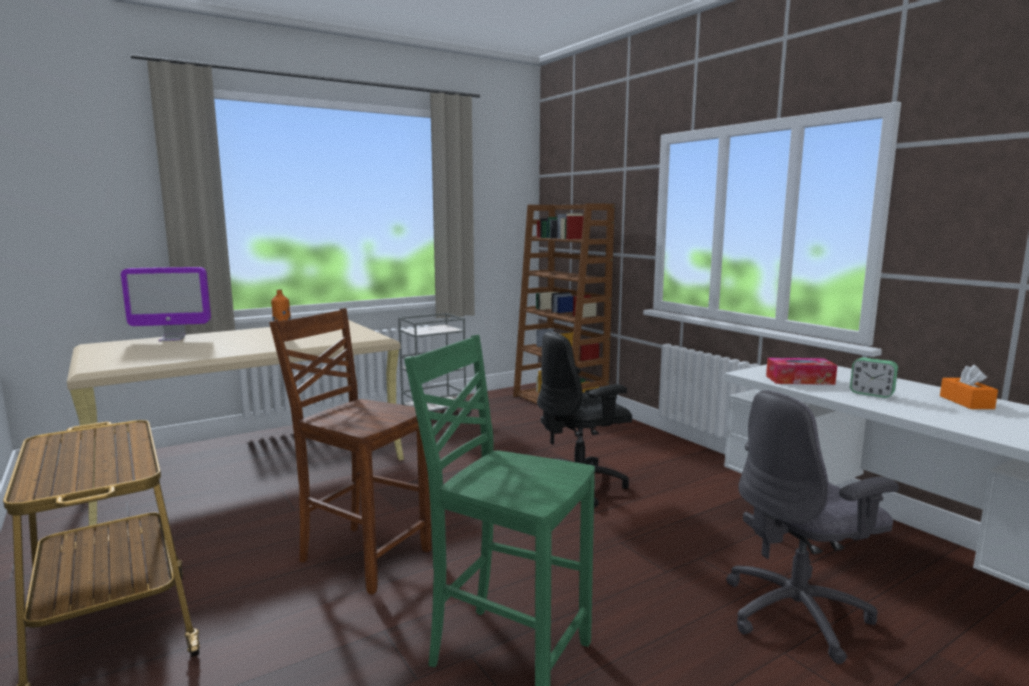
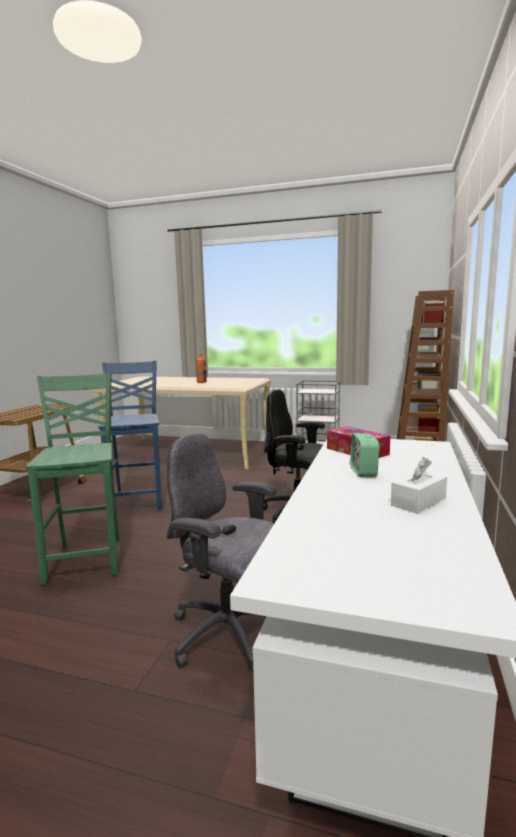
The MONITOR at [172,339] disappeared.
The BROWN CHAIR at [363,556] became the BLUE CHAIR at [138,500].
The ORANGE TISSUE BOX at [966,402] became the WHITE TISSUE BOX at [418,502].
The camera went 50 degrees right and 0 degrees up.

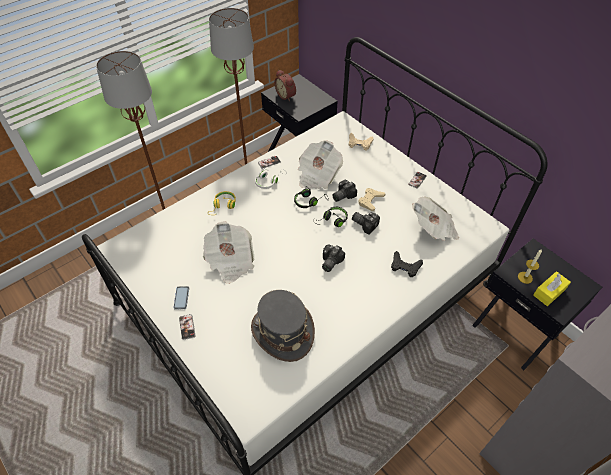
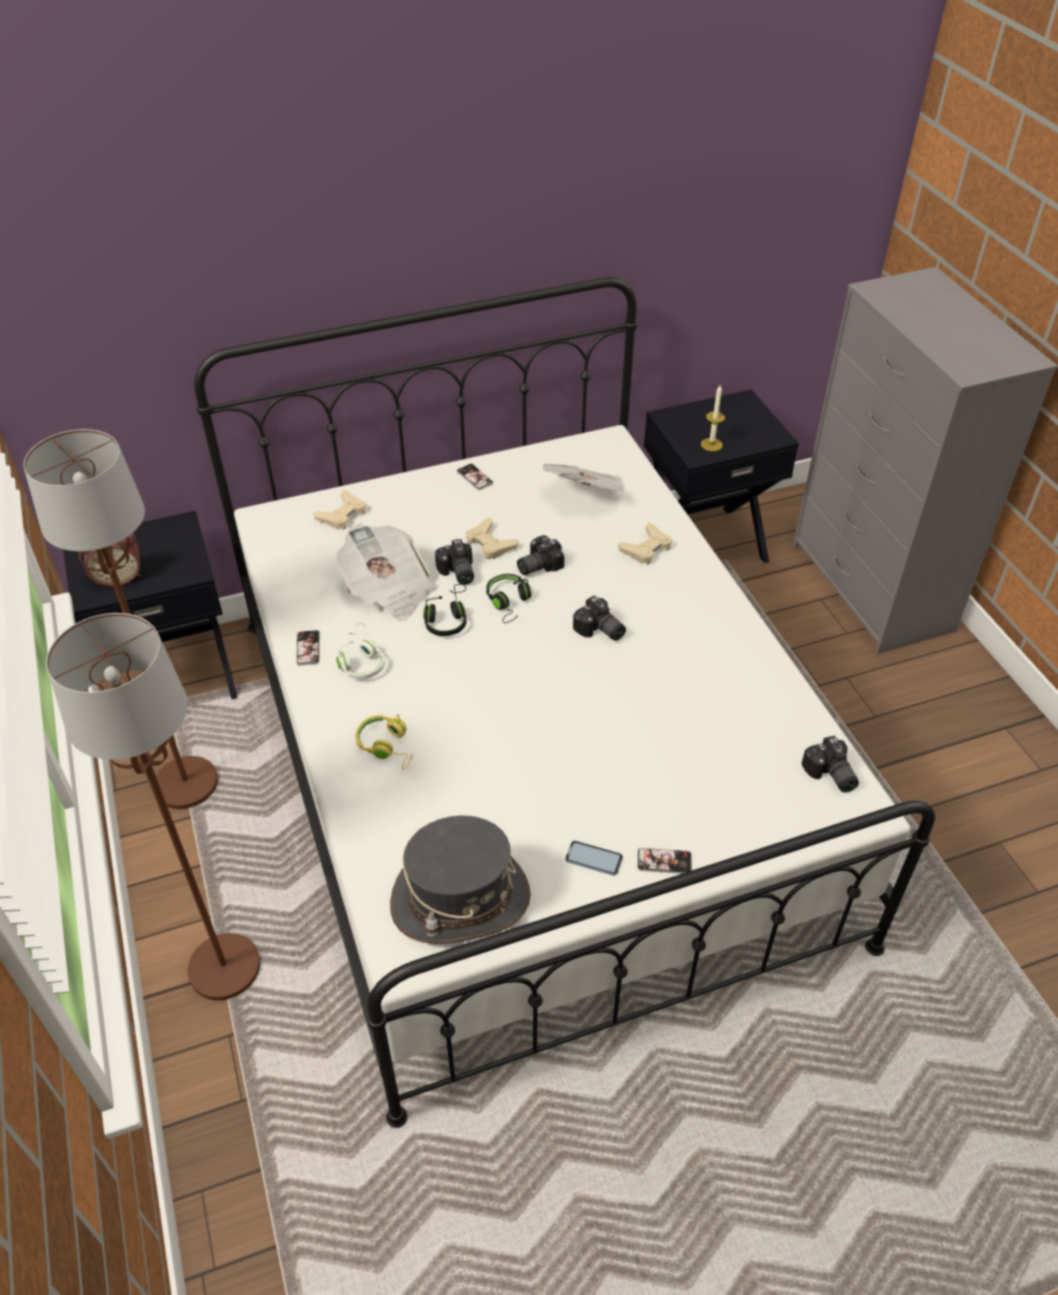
The NEWSPAPER at [230,261] disappeared.
The YELLOW TISSUE BOX at [549,292] disappeared.
The PHOTO CAMERA at [829,775] appeared.
The GREY HAT moved from [282,332] to [460,900].
The BLACK GAME CONTROLLER at [405,266] became the BEIGE GAME CONTROLLER at [646,548].
The camera went 70 degrees left and 5 degrees down.

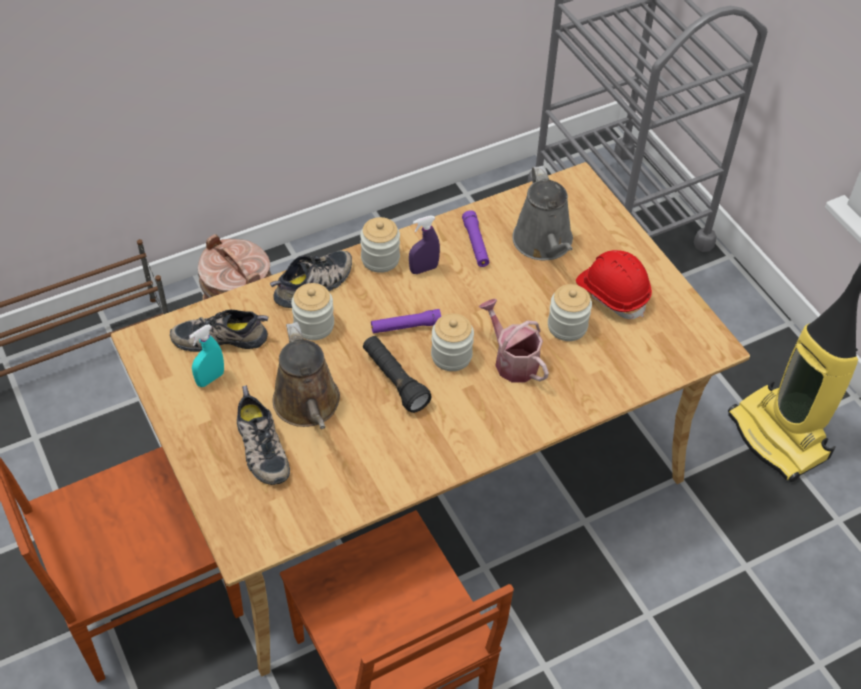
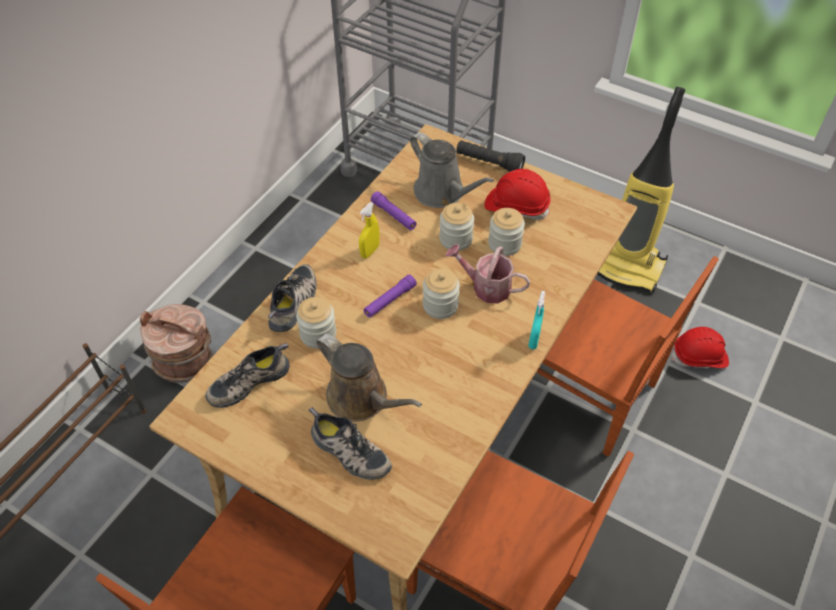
The BROWN CHAIR at [584,392] appeared.
The RED HARD HAT at [699,357] appeared.
The TURQUOISE SPRAY BOTTLE moved from [210,379] to [534,340].
The JAR moved from [380,259] to [455,239].
The BLACK FLASHLIGHT moved from [394,380] to [489,164].
The PURPLE SPRAY BOTTLE at [423,269] became the YELLOW SPRAY BOTTLE at [370,251].
The camera went 30 degrees left and 0 degrees up.

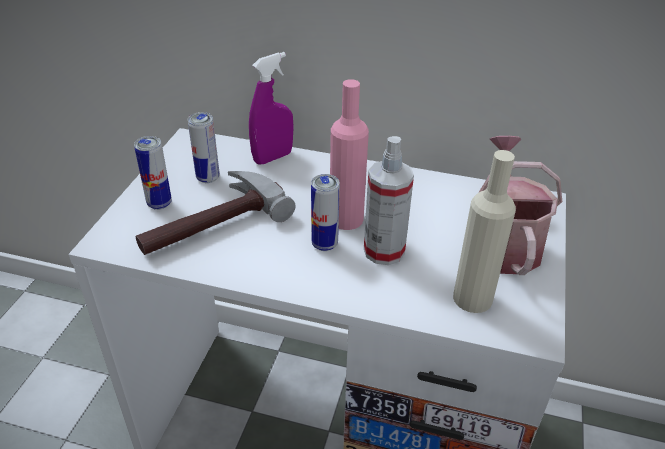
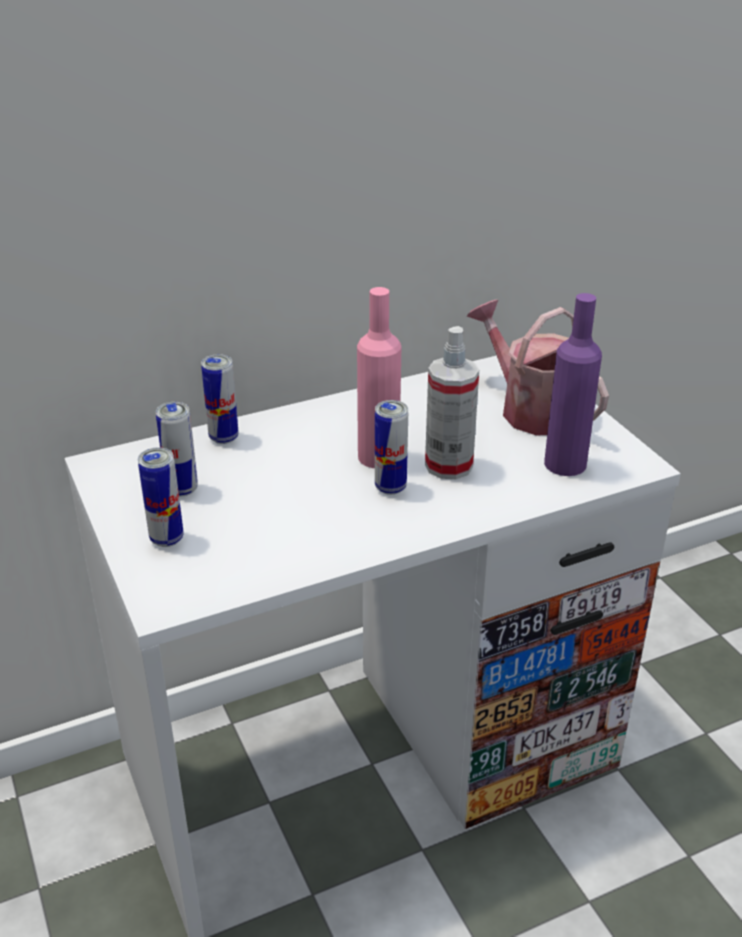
The HAMMER at [211,223] disappeared.
The PURPLE SPRAY BOTTLE at [273,157] was replaced by the CAN at [223,437].
The BEIGE BOTTLE at [472,298] became the PURPLE BOTTLE at [565,464].
The camera went 40 degrees left and 5 degrees down.

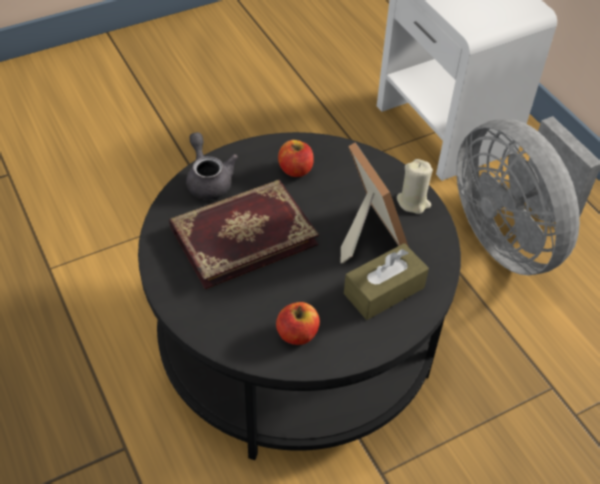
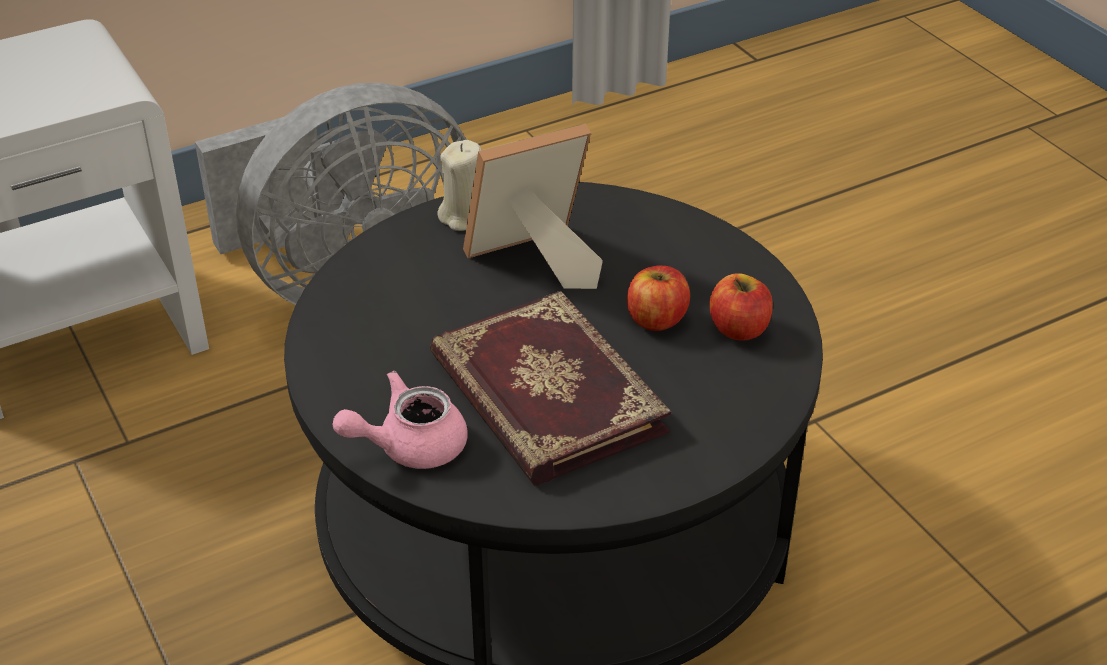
The BROWN TISSUE BOX at [384,290] disappeared.
The APPLE moved from [295,170] to [656,319].
The GREY TEAPOT at [208,180] became the PINK TEAPOT at [409,446].
The camera went 90 degrees left and 10 degrees down.

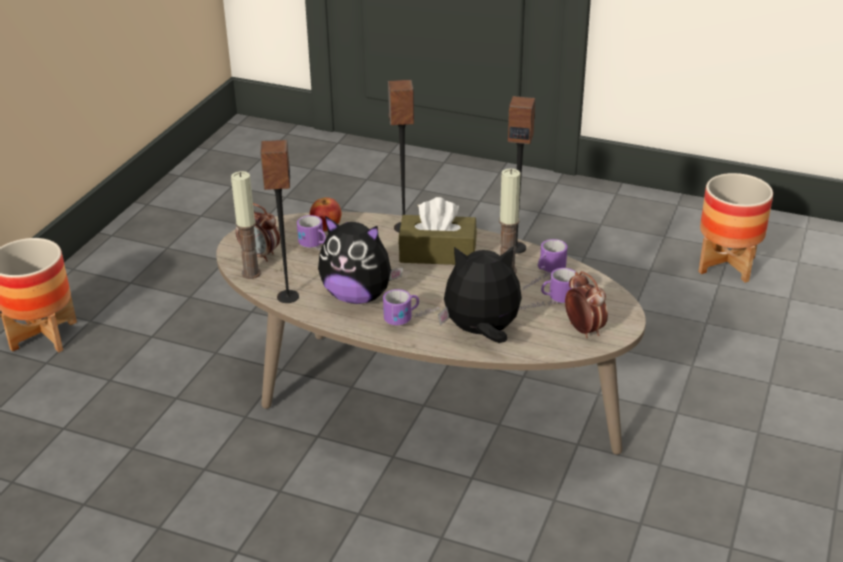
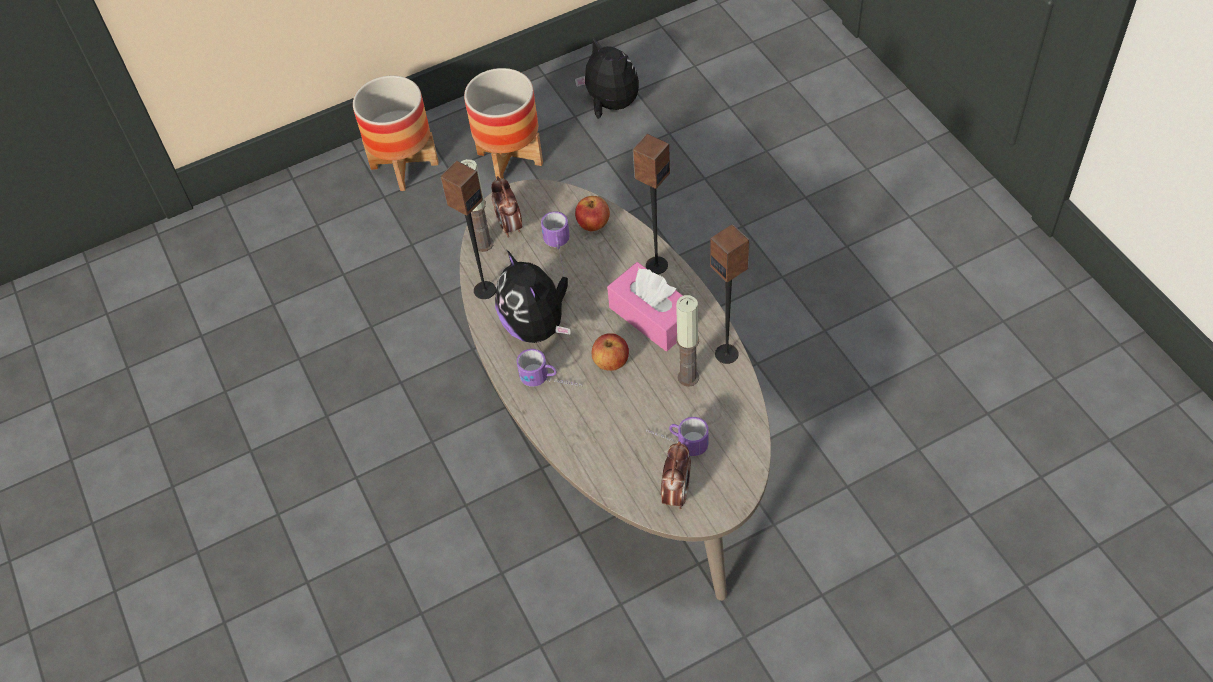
The MUG at [541,279] disappeared.
The APPLE at [611,362] appeared.
The PLUSH TOY moved from [481,332] to [610,105].
The PLANTER moved from [726,265] to [510,159].
The BROWN TISSUE BOX at [437,253] became the PINK TISSUE BOX at [652,316].
The camera went 45 degrees right and 20 degrees up.

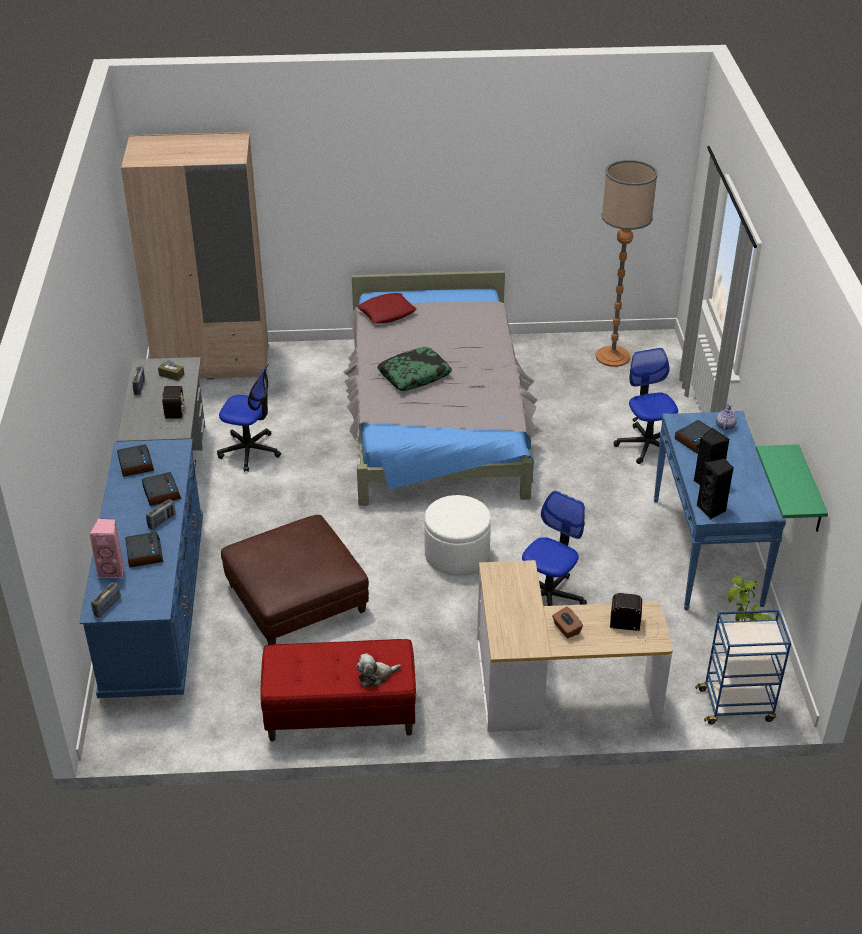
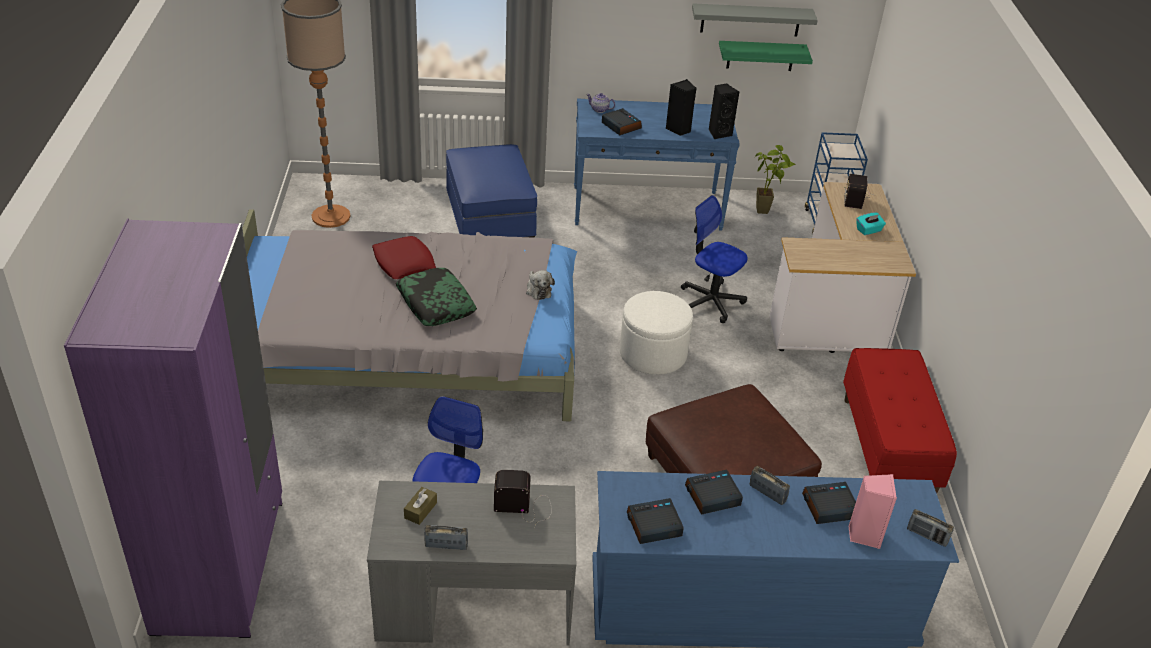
The GREY SHELF at [750,20] appeared.
The PLUSH TOY moved from [376,676] to [538,290].
The RED PILLOW moved from [387,313] to [403,263].
The OFFICE CHAIR at [646,445] was replaced by the BLUE OTTOMAN at [490,217].
The BEIGE WARDROBE at [212,362] became the PURPLE WARDROBE at [220,565].
The BROWN TISSUE BOX at [566,629] became the TURQUOISE TISSUE BOX at [868,230].
The camera went 90 degrees left and 0 degrees up.

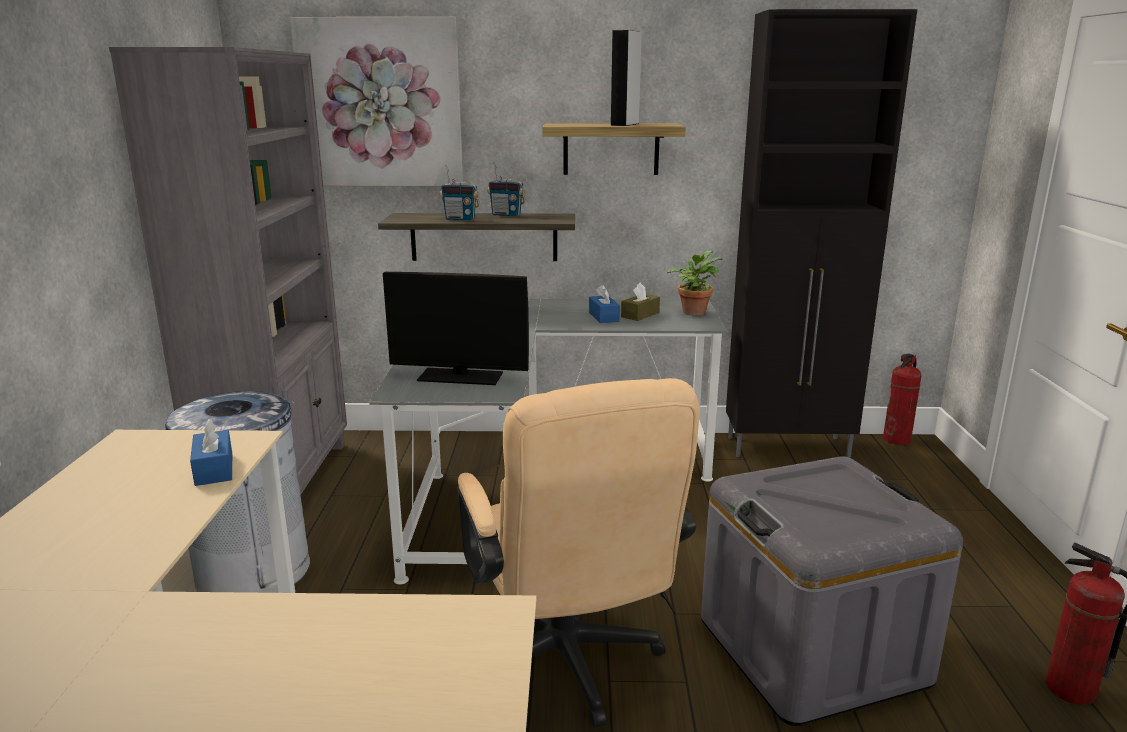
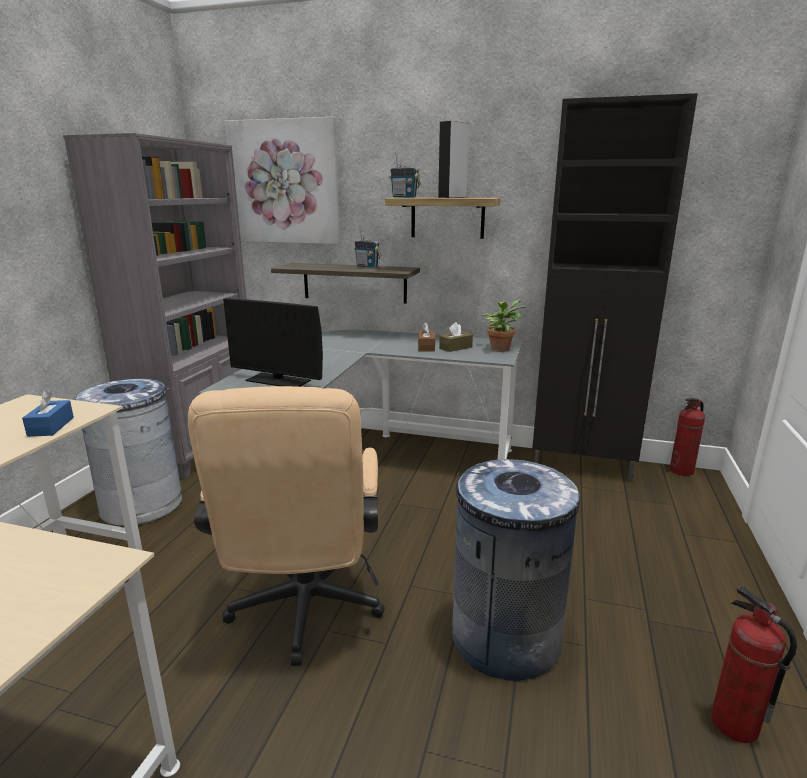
The RADIO moved from [460,219] to [404,197].
The GREY STORAGE BOX at [811,651] was replaced by the GREY TRASH CAN at [505,638].
The BLUE TISSUE BOX at [603,317] became the BROWN TISSUE BOX at [426,347].
The camera went 15 degrees right and 0 degrees up.

